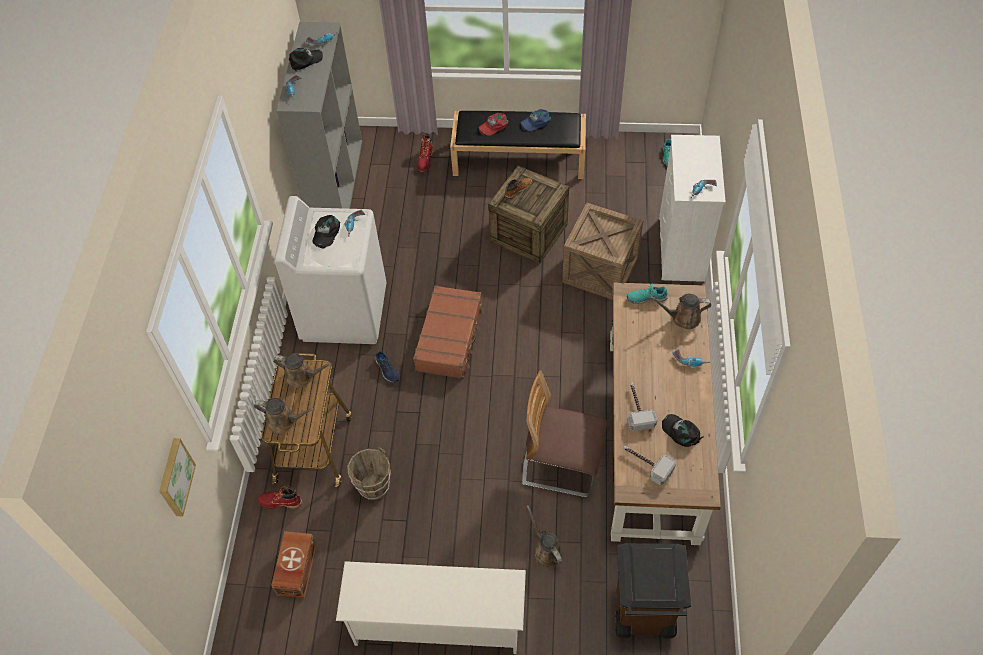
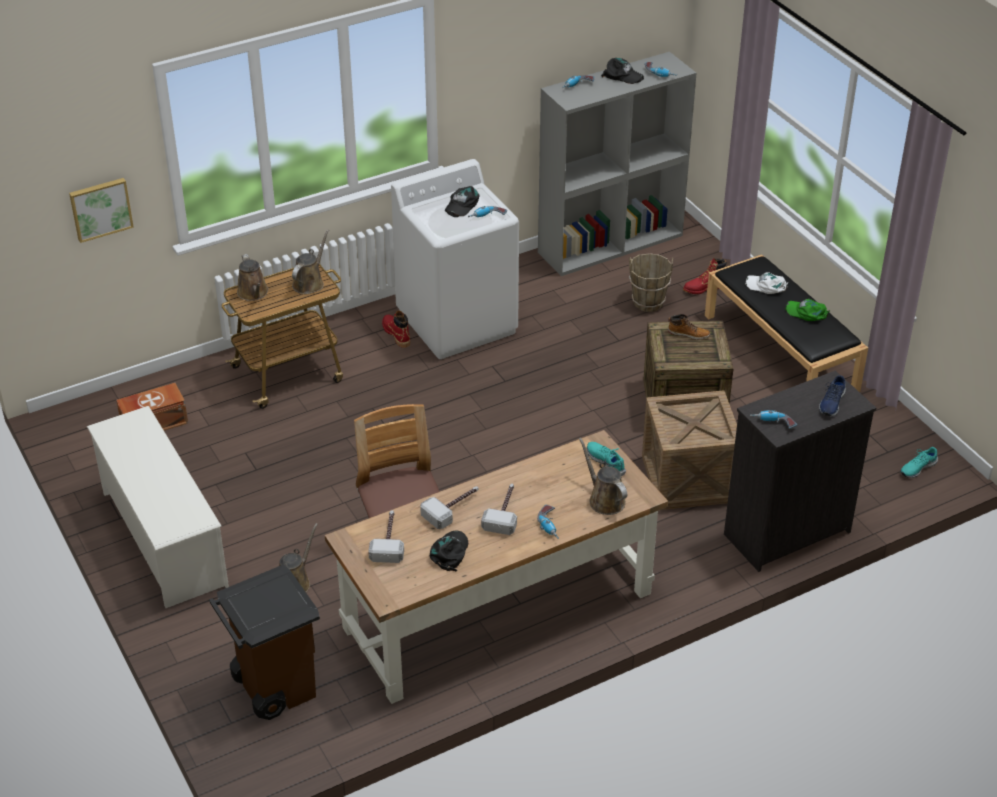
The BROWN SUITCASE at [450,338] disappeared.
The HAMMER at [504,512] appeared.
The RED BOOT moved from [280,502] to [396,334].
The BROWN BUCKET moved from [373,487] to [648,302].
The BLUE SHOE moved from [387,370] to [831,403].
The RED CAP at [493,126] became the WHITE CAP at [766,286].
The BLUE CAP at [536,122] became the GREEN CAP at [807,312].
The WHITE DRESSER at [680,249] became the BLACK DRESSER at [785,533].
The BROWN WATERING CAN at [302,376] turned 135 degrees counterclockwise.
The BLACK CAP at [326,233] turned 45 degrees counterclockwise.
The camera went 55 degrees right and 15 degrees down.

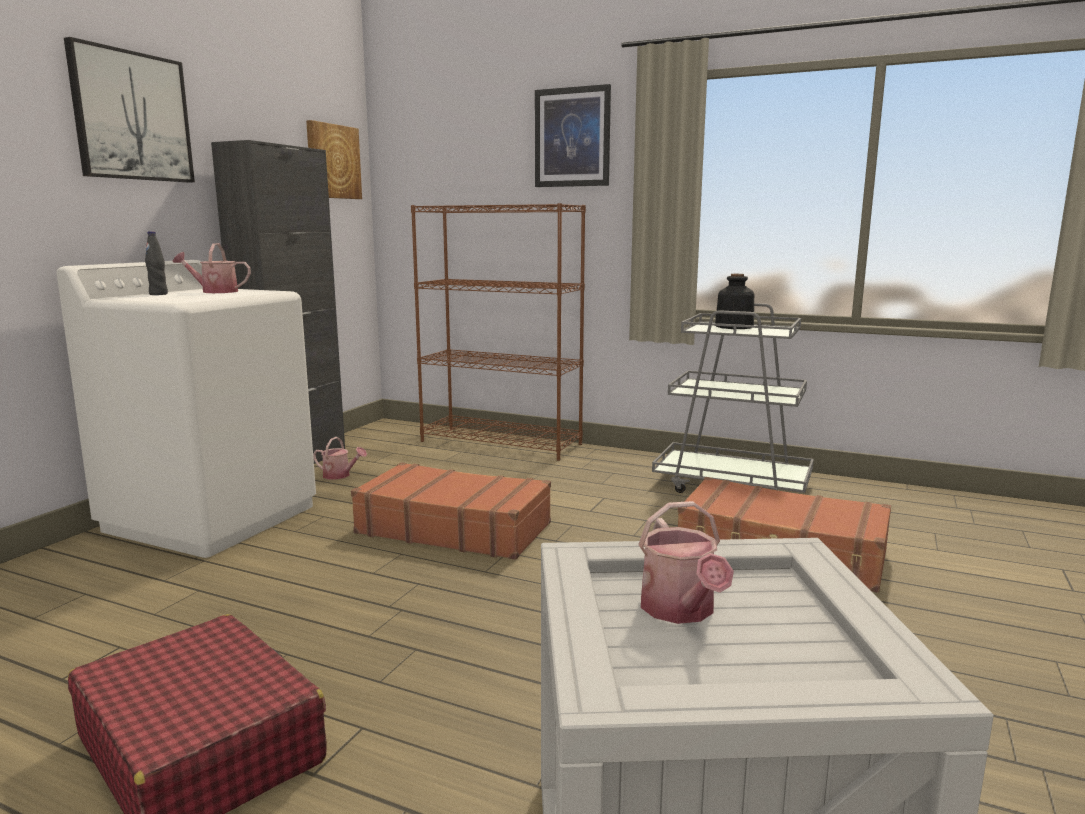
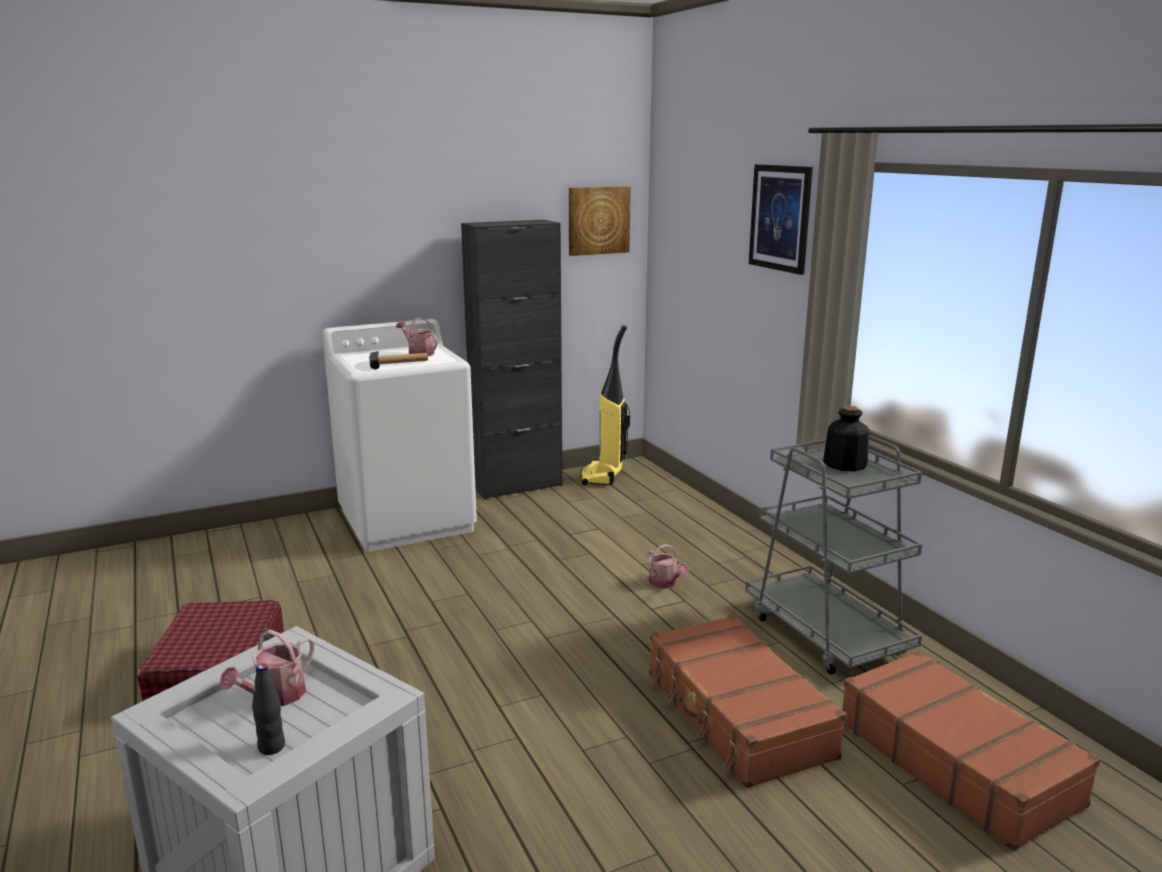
The PICTURE at [131,116] disappeared.
The BROWN BOOKCASE at [502,443] disappeared.
The HAMMER at [398,363] appeared.
The VACUUM CLEANER at [603,476] appeared.
The BLACK BOTTLE moved from [158,294] to [272,747].
The WATERING CAN moved from [340,475] to [665,583].
The BROWN SUITCASE moved from [454,528] to [956,761].
The camera went 40 degrees right and 5 degrees up.

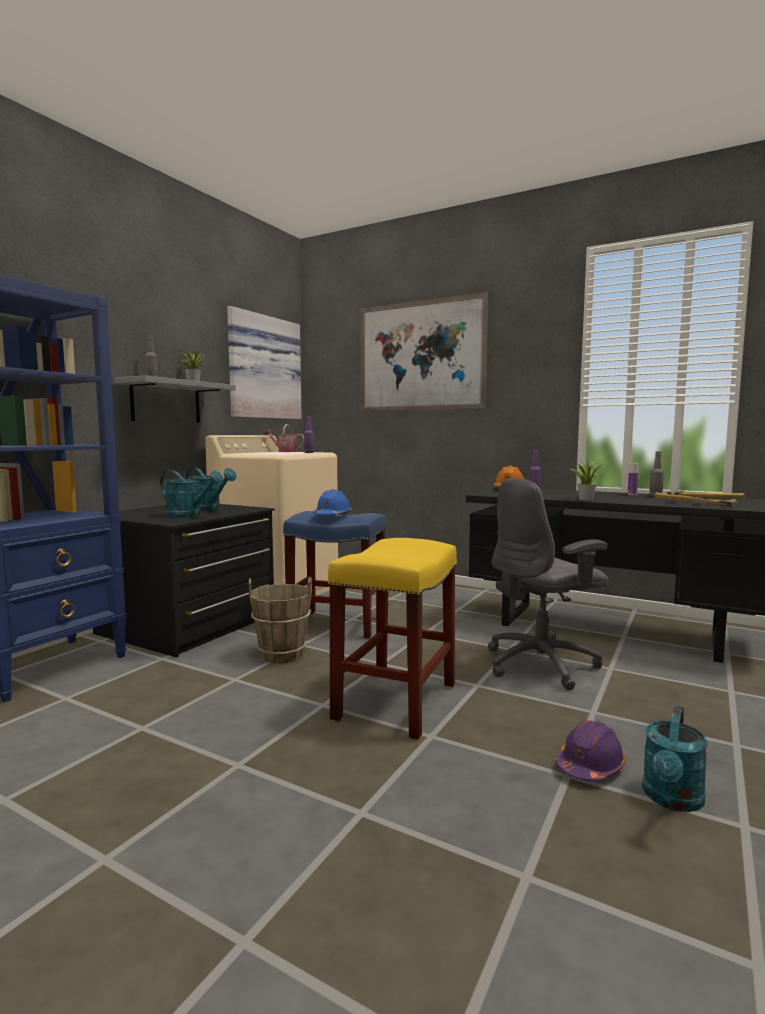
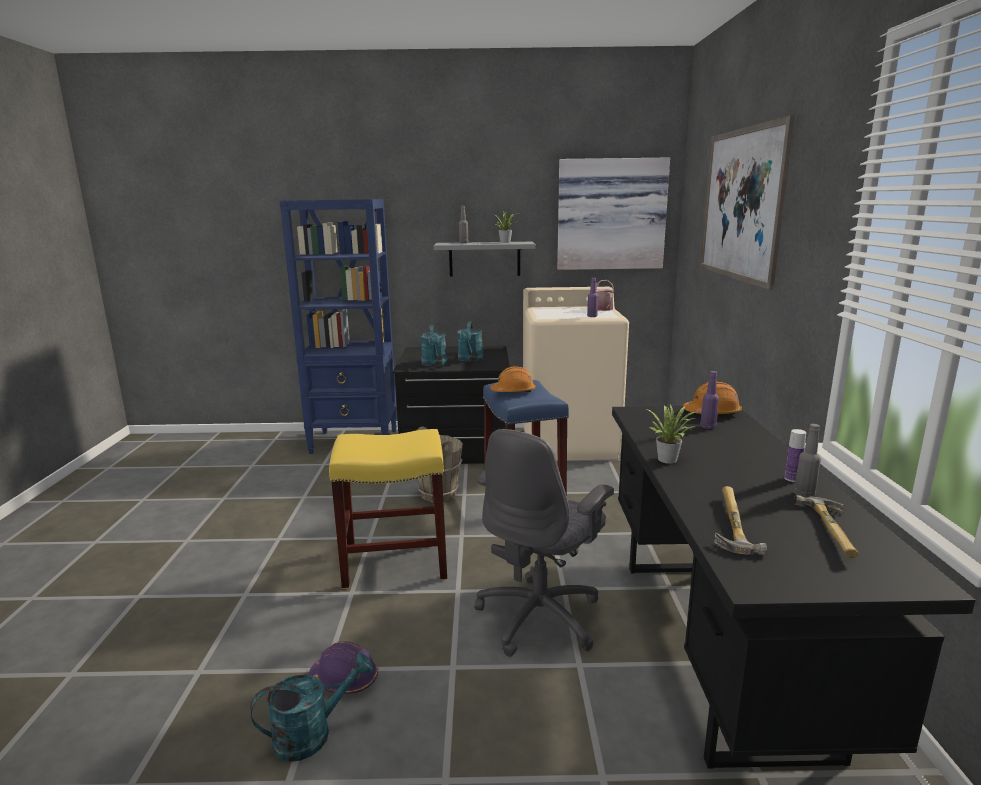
The BLUE HARD HAT at [332,516] became the ORANGE HARD HAT at [513,391].
The GREY OFFICE CHAIR at [542,665] turned 90 degrees counterclockwise.
The TURQUOISE WATERING CAN at [672,800] turned 150 degrees clockwise.
The camera went 60 degrees right and 10 degrees up.

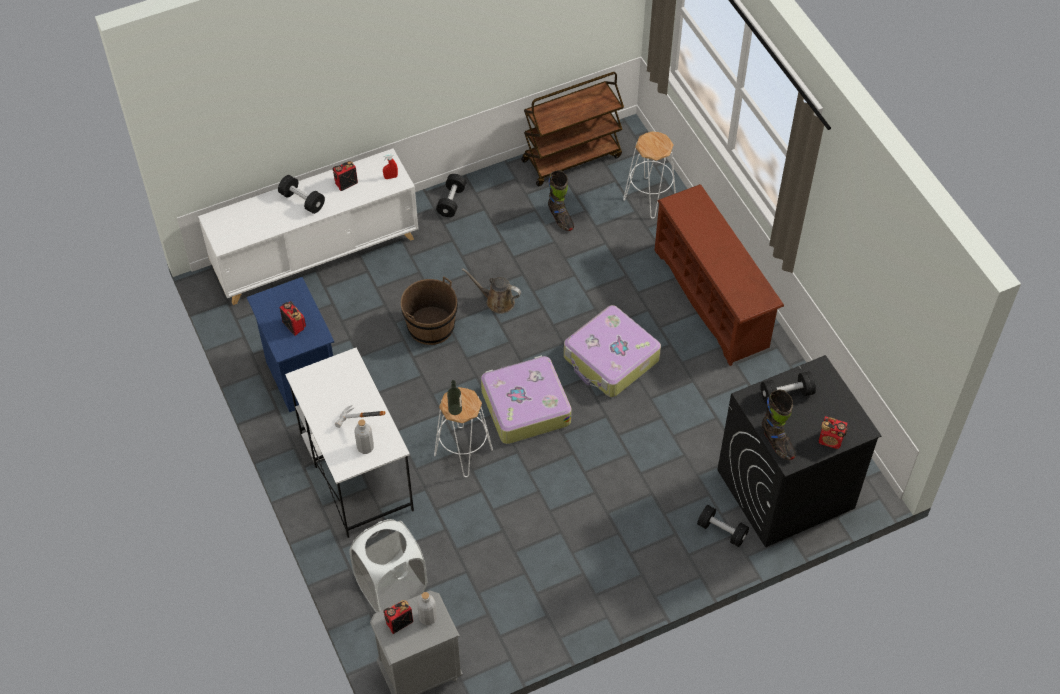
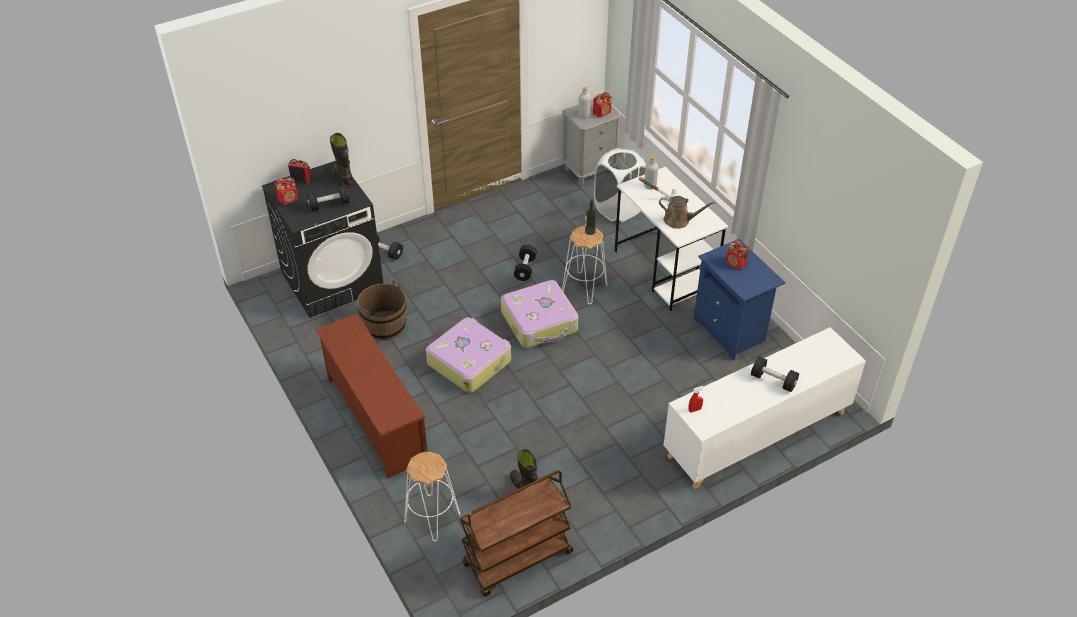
The RADIO moved from [345,183] to [288,199].
The BROWN BUCKET moved from [431,326] to [384,326].
The BLACK DUMBBELL moved from [451,201] to [525,269].
The BROWN WATERING CAN moved from [497,301] to [679,221].
The camera went 175 degrees right and 10 degrees down.

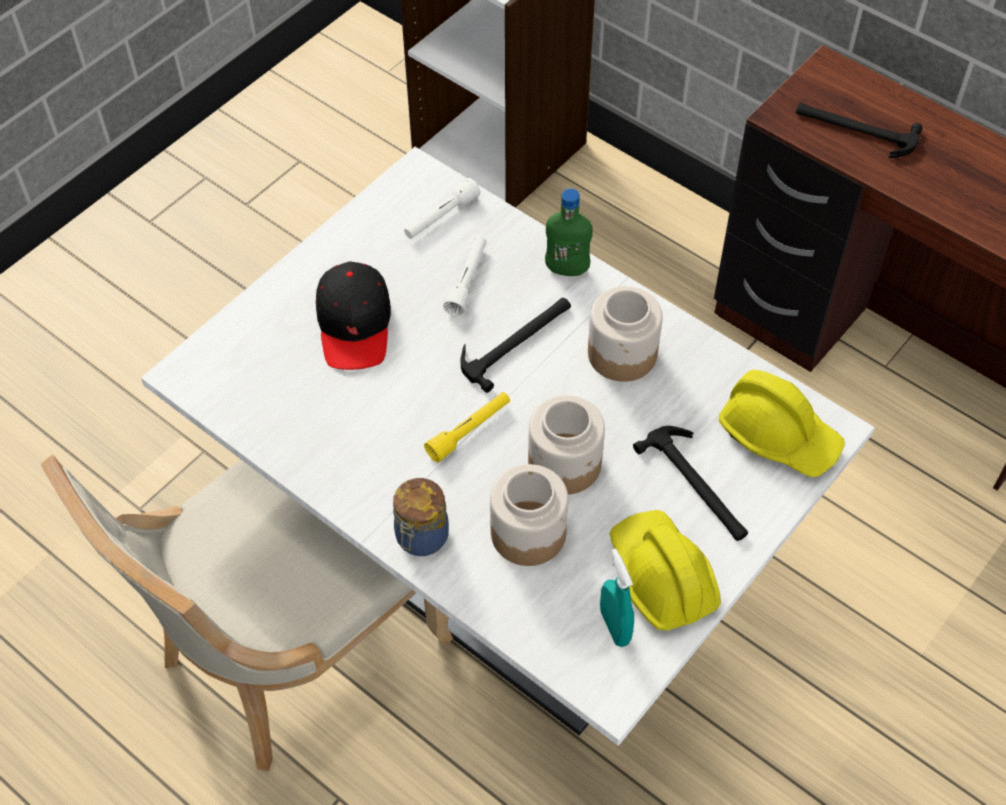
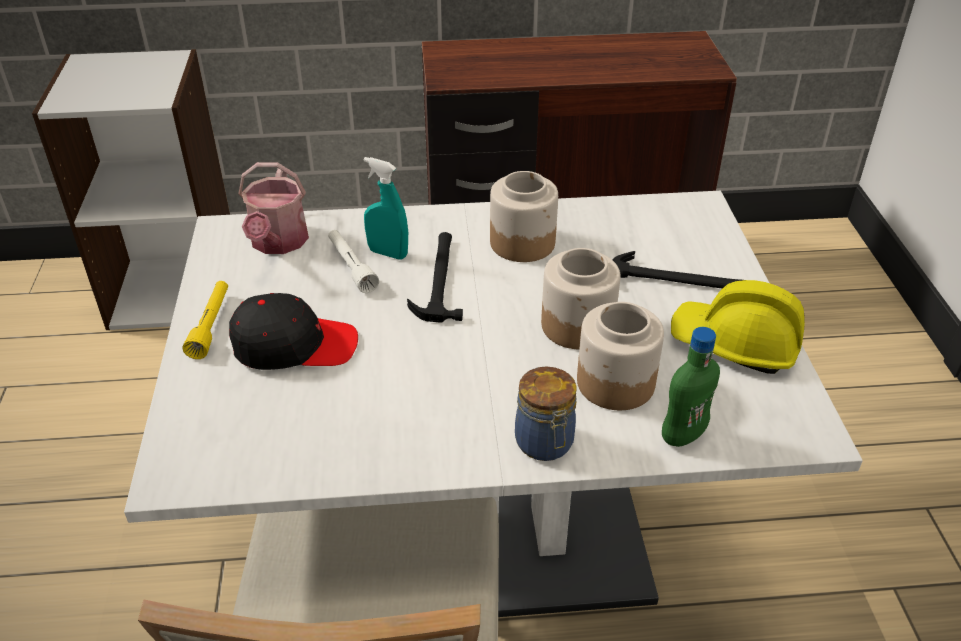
The YELLOW HARD HAT at [779,435] disappeared.
The HAMMER at [855,130] disappeared.
The YELLOW FLASHLIGHT moved from [469,431] to [211,325].
The GREEN BOTTLE moved from [567,269] to [683,435].
The TURQUOISE SPRAY BOTTLE moved from [614,627] to [388,253].
The WHITE FLASHLIGHT at [441,217] was replaced by the WATERING CAN at [277,243].
The BLACK CAP at [355,325] turned 45 degrees counterclockwise.
The camera went 45 degrees left and 15 degrees down.

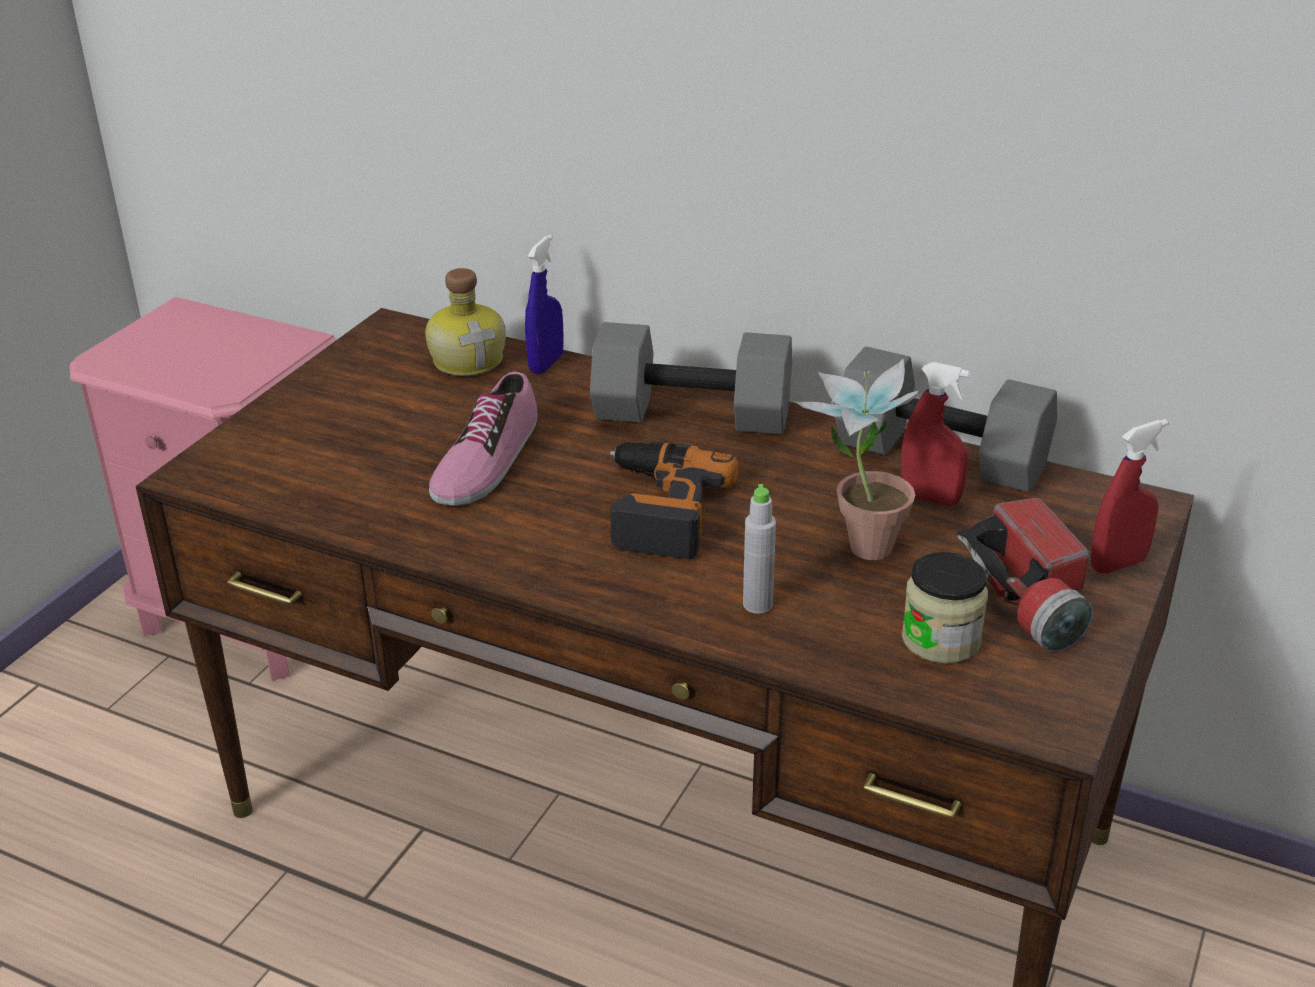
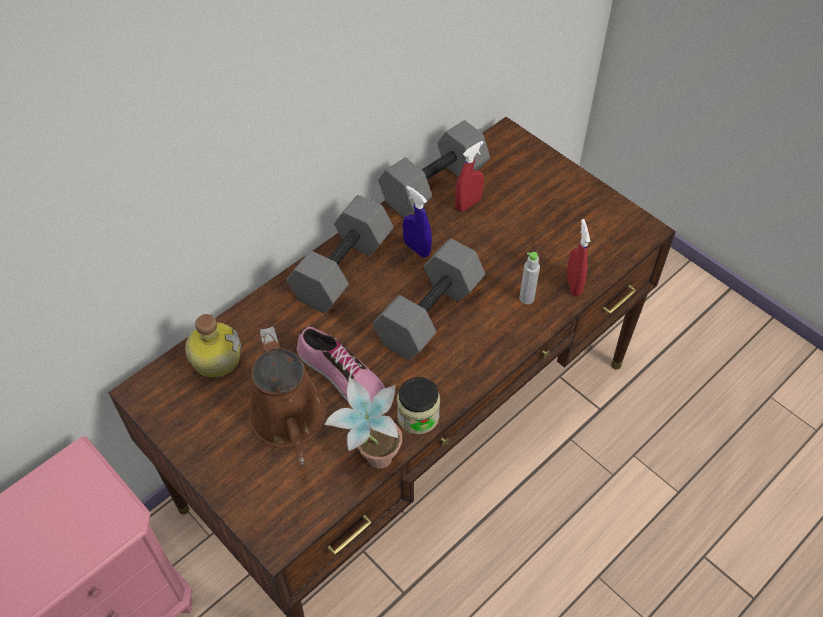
The FLASHLIGHT at [1031,597] disappeared.
The BROWN WATERING CAN at [290,421] appeared.
The BLUE SPRAY BOTTLE moved from [546,364] to [416,249].
The POTTED PLANT moved from [856,542] to [371,462].
The JAR moved from [941,639] to [418,416].
The RED SPRAY BOTTLE moved from [1118,564] to [573,284].
The POWER DRILL at [658,509] was replaced by the GREY DUMBBELL at [428,312].
The camera went 70 degrees left and 20 degrees up.

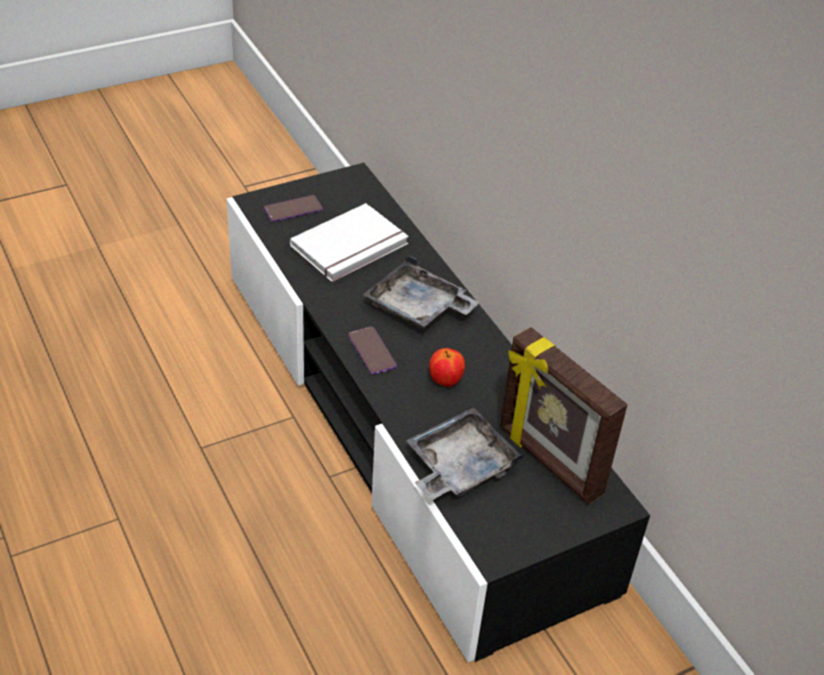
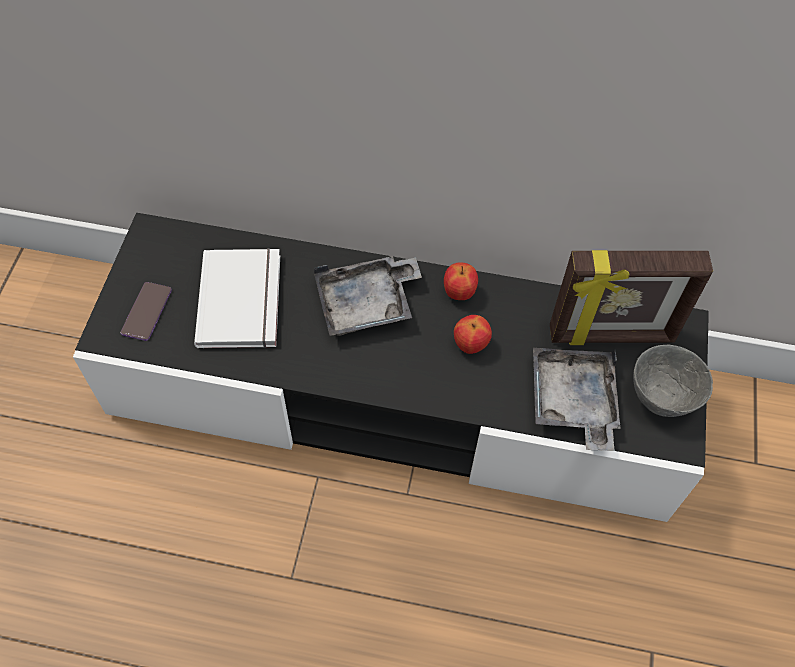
The PHONE at [372,351] disappeared.
The APPLE at [459,293] appeared.
The GREY BOWL at [661,397] appeared.
The camera went 50 degrees left and 15 degrees up.

